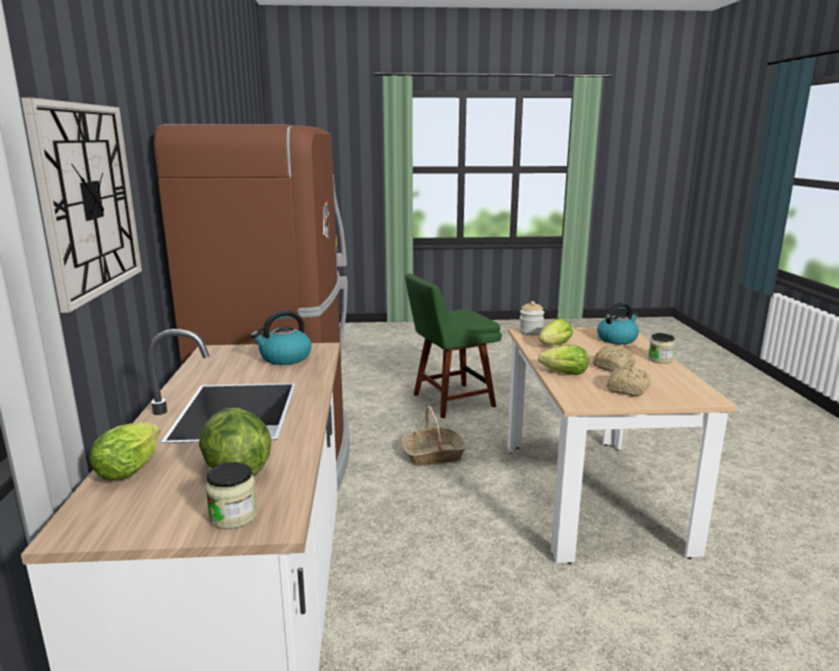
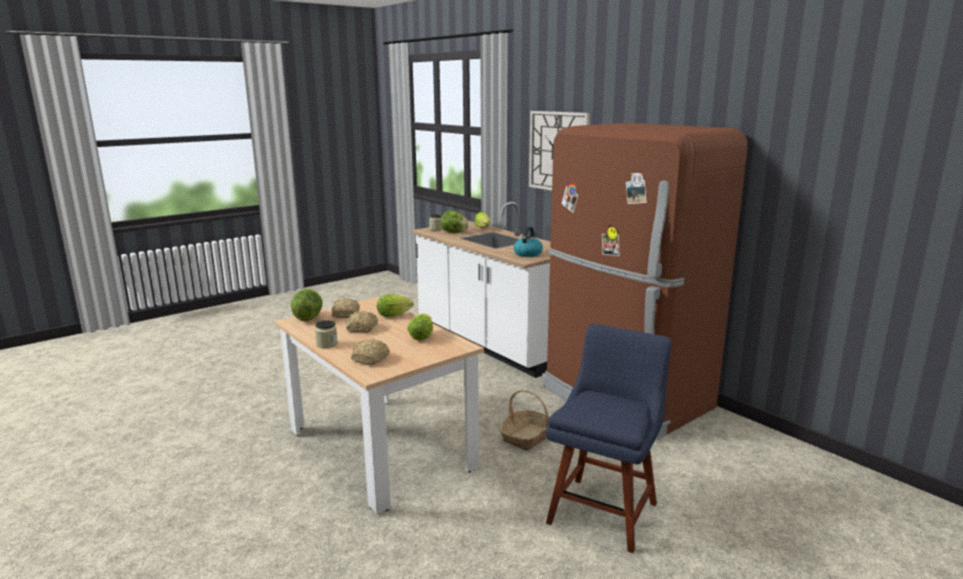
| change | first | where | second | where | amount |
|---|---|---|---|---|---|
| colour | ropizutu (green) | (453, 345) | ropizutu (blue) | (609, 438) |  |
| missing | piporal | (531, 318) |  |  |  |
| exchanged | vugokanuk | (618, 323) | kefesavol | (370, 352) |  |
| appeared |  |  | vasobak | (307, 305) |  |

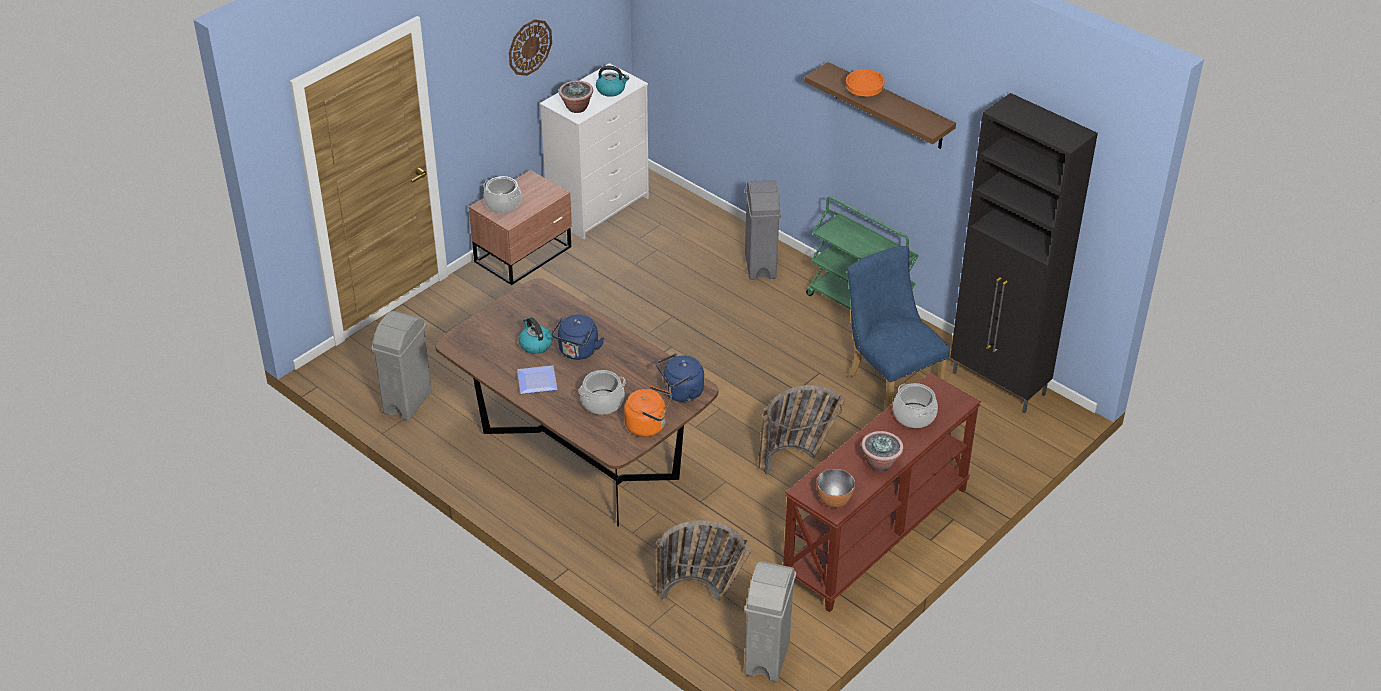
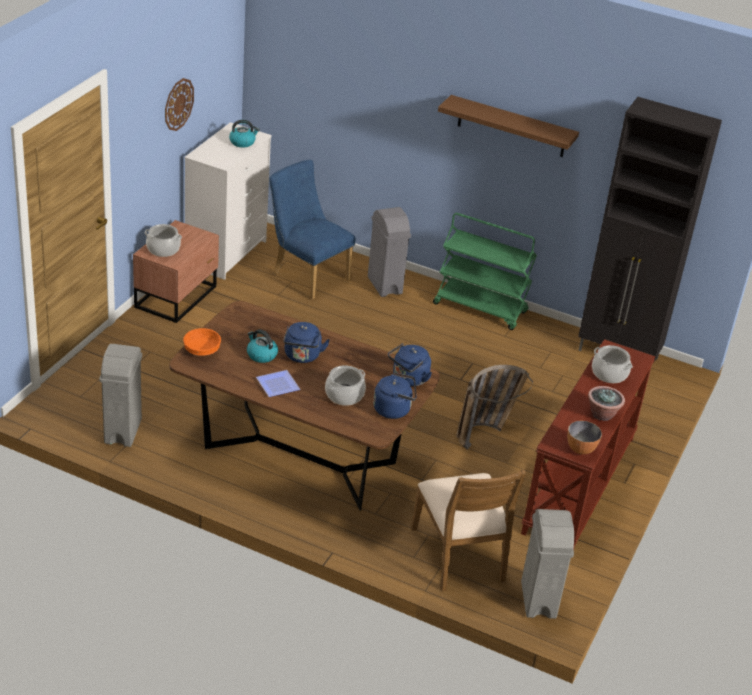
| change | first | where | second | where | amount |
|---|---|---|---|---|---|
| relocated | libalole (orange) | (865, 82) |  | (202, 342) |  |
| missing | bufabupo | (576, 97) |  |  |  |
| relocated | ropizutu (blue) | (898, 327) |  | (312, 229) |  |
| colour | vugokanuk (orange) | (648, 411) | vugokanuk (blue) | (395, 395) |  |
| exchanged | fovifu | (703, 560) | ropizutu (brown) | (468, 530) |  |

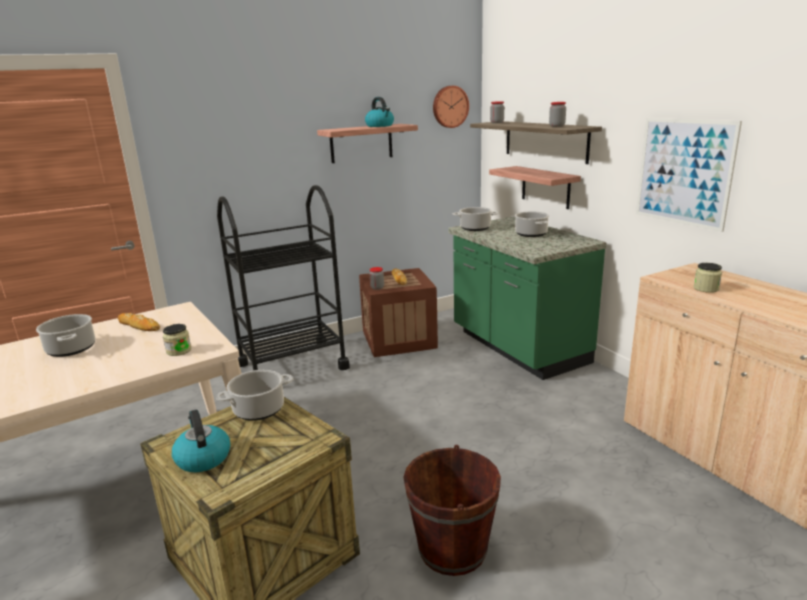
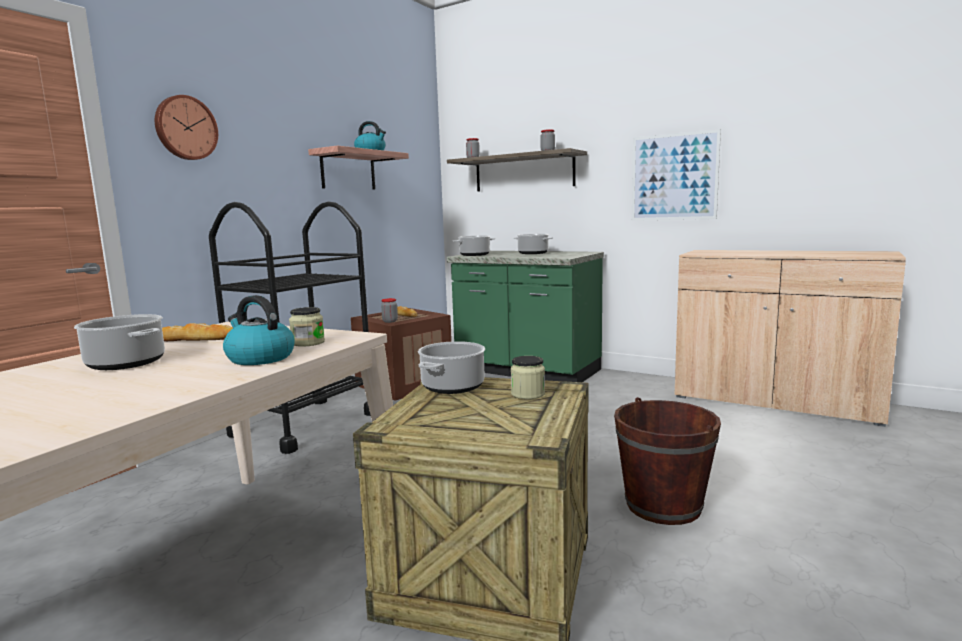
| change | first | where | second | where | amount |
|---|---|---|---|---|---|
| relocated | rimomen | (451, 107) |  | (186, 127) |  |
| missing | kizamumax | (535, 187) |  |  |  |
| relocated | piporal | (708, 278) |  | (528, 377) |  |
| relocated | vugokanuk | (201, 441) |  | (259, 330) |  |

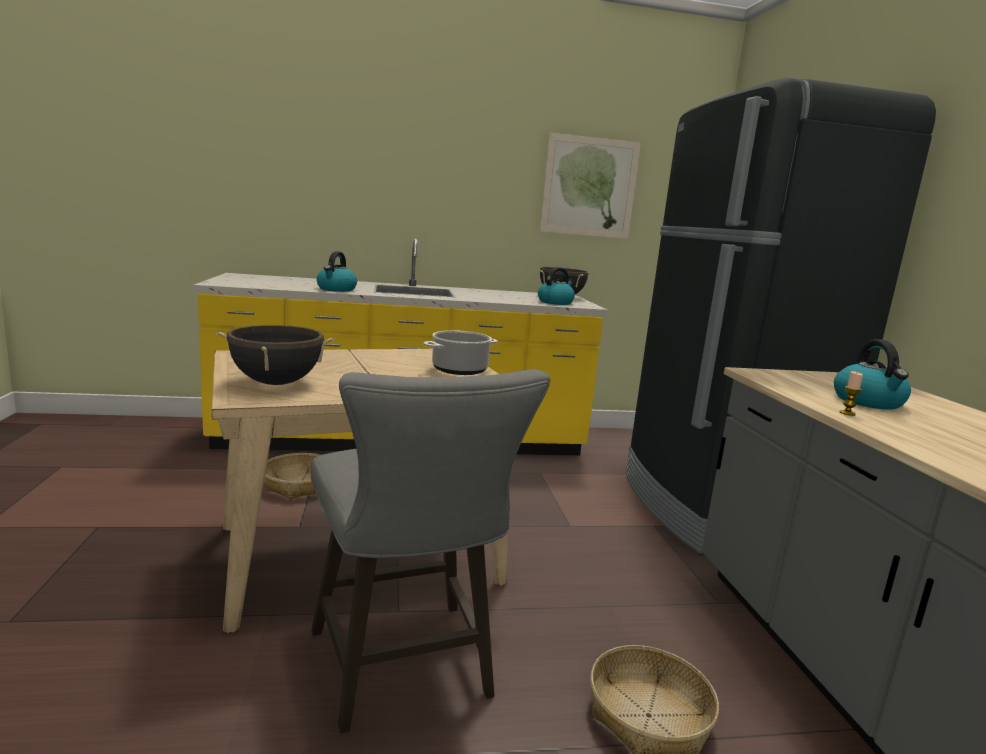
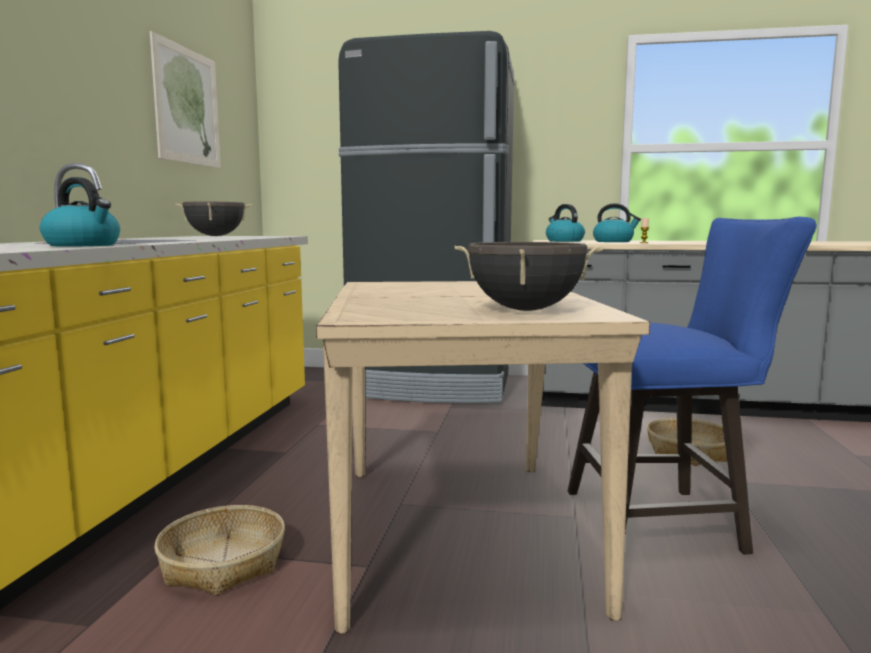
| change | first | where | second | where | amount |
|---|---|---|---|---|---|
| relocated | vugokanuk | (556, 286) |  | (565, 223) |  |
| missing | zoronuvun | (460, 352) |  |  |  |
| colour | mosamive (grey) | (430, 551) | mosamive (blue) | (692, 386) |  |

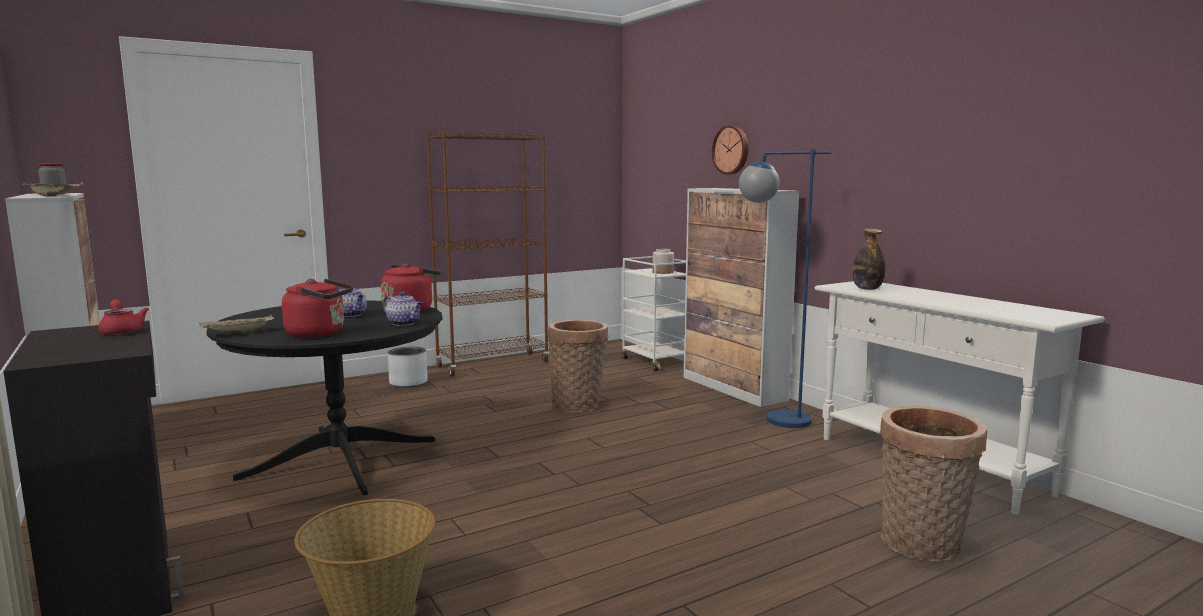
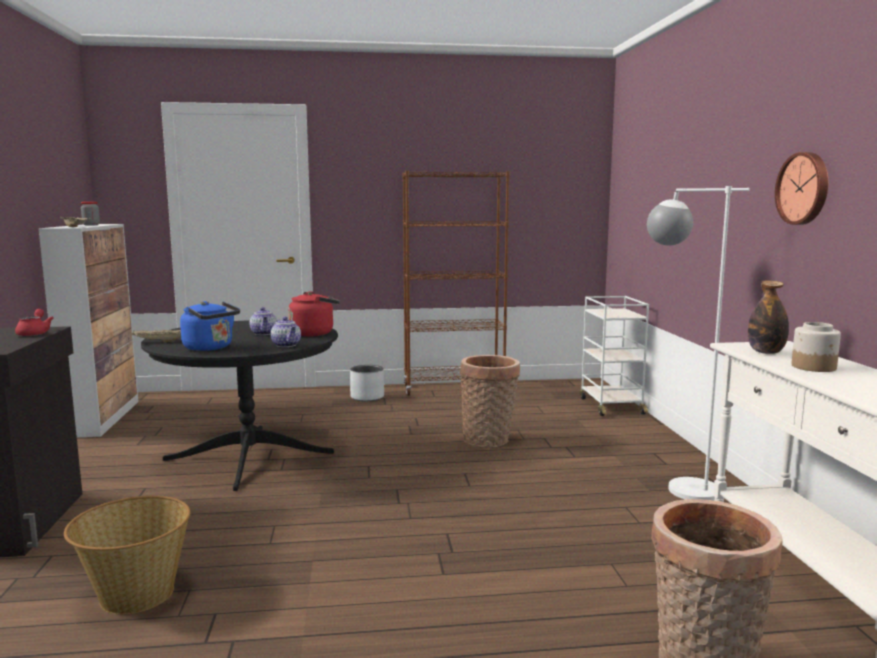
| change | first | where | second | where | amount |
|---|---|---|---|---|---|
| relocated | rimomen | (730, 150) |  | (801, 188) |  |
| colour | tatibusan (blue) | (785, 289) | tatibusan (white) | (698, 343) |  |
| missing | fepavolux | (741, 297) |  |  |  |
| relocated | piporal | (663, 261) |  | (816, 347) |  |
| colour | vugokanuk (red) | (317, 308) | vugokanuk (blue) | (210, 326) |  |

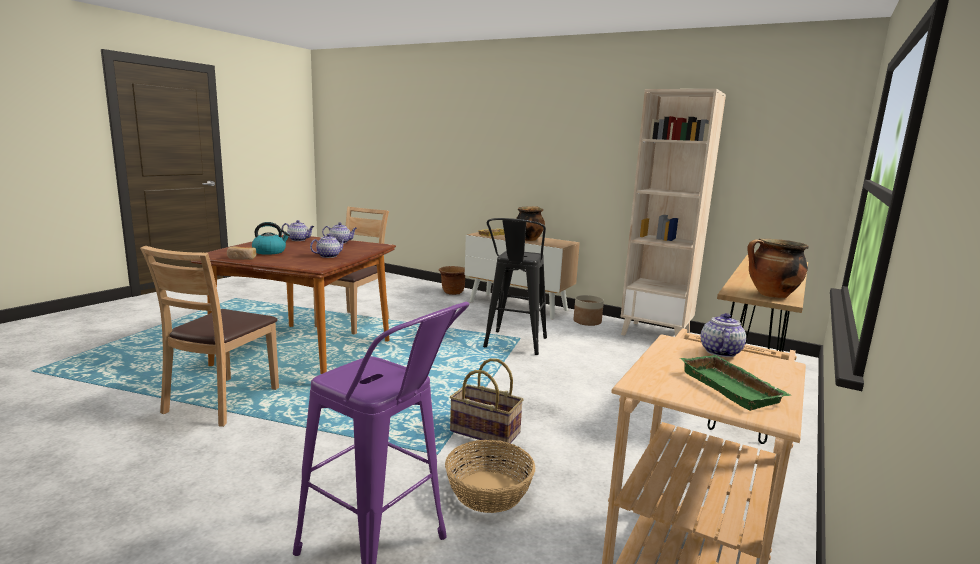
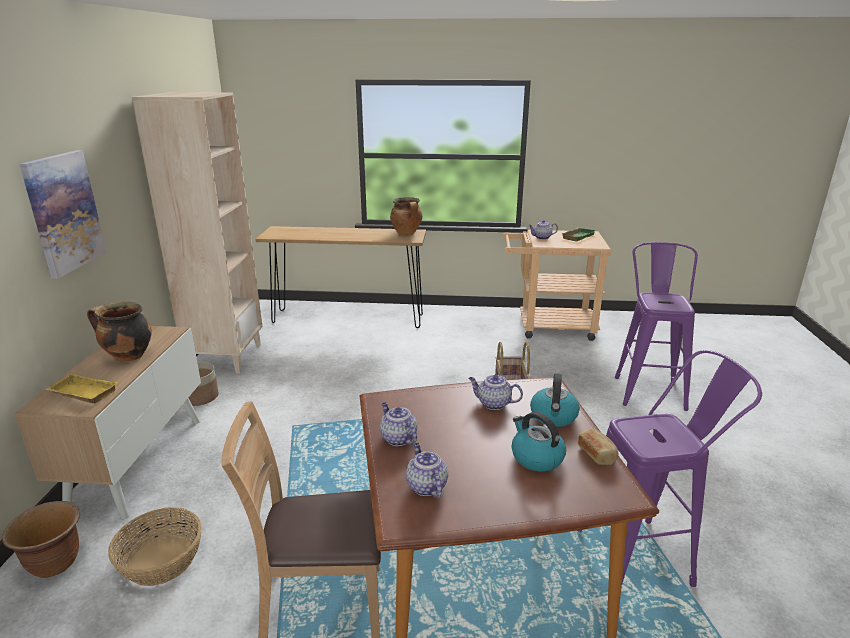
| change | first | where | second | where | amount |
|---|---|---|---|---|---|
| missing | mosamive (black) | (515, 286) |  |  |  |
| exchanged | ropizutu (brown) | (209, 336) | mosamive (purple) | (669, 468) |  |
| relocated | fovifu | (490, 476) |  | (155, 546) |  |
| appeared |  |  | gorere | (63, 214) |  |
| appeared |  |  | vugokanuk | (555, 400) |  |

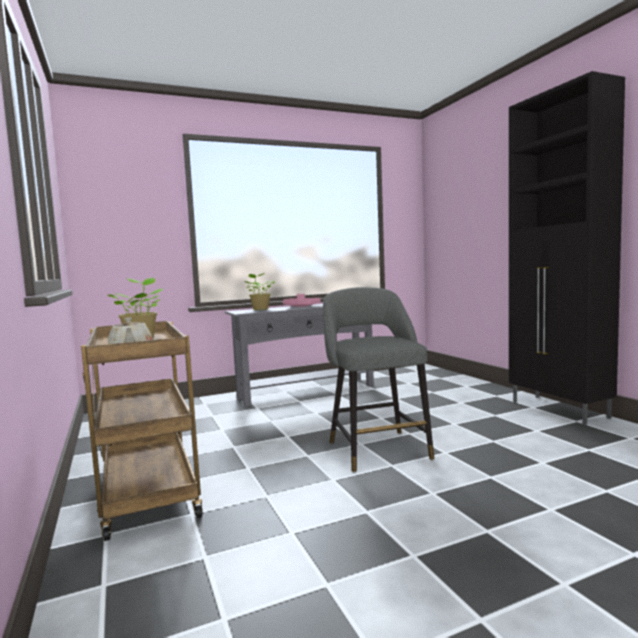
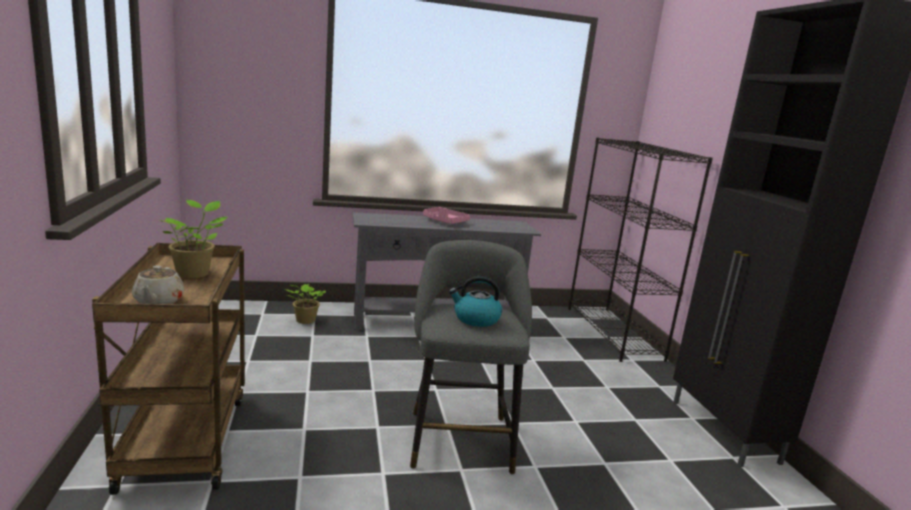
| change | first | where | second | where | amount |
|---|---|---|---|---|---|
| relocated | bufabupo | (259, 291) |  | (305, 304) |  |
| appeared |  |  | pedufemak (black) | (640, 250) |  |
| appeared |  |  | vugokanuk | (475, 301) |  |

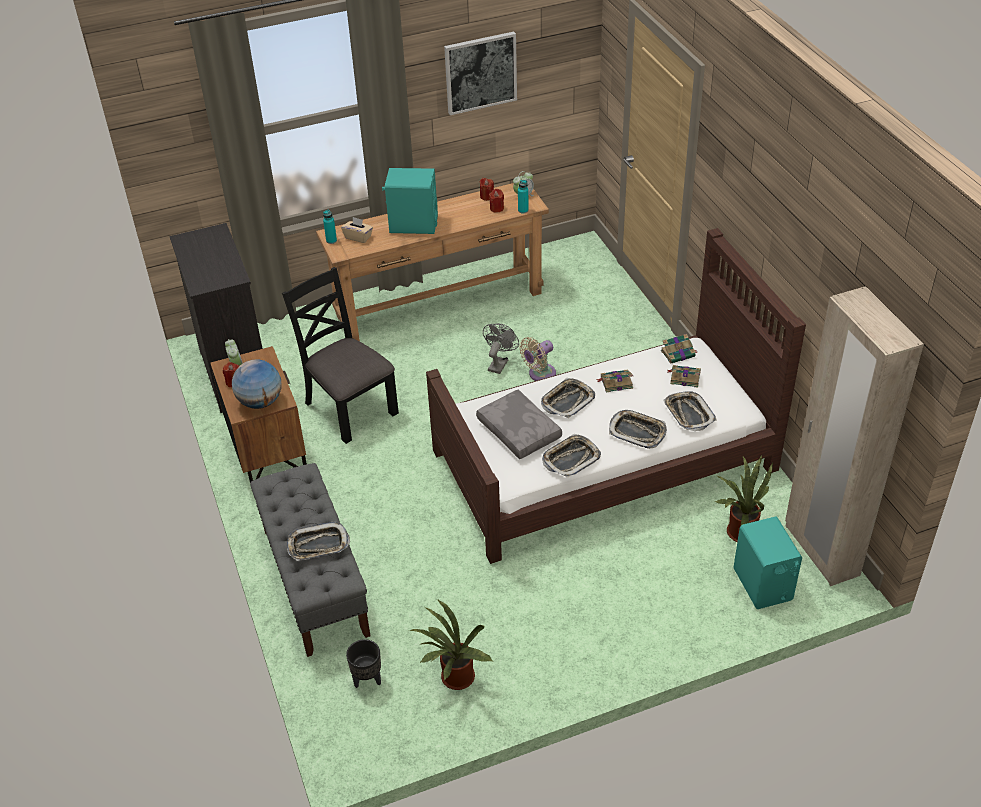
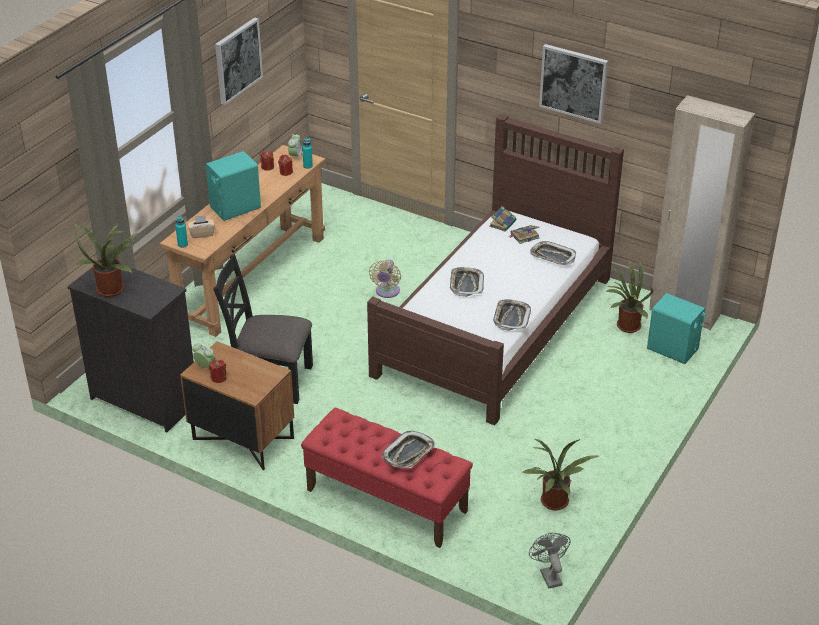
| change | first | where | second | where | amount |
|---|---|---|---|---|---|
| relocated | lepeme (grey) | (501, 348) |  | (550, 560) |  |
| missing | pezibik | (256, 384) |  |  |  |
| missing | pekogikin | (615, 380) |  |  |  |
| missing | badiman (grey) | (519, 424) |  |  |  |
| missing | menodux | (638, 429) |  |  |  |
| colour | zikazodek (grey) | (310, 560) | zikazodek (red) | (387, 478) |  |
| missing | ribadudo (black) | (363, 663) |  |  |  |
| appeared |  |  | gorere | (573, 84) |  |
| appeared |  |  | bufabupo | (104, 260) |  |

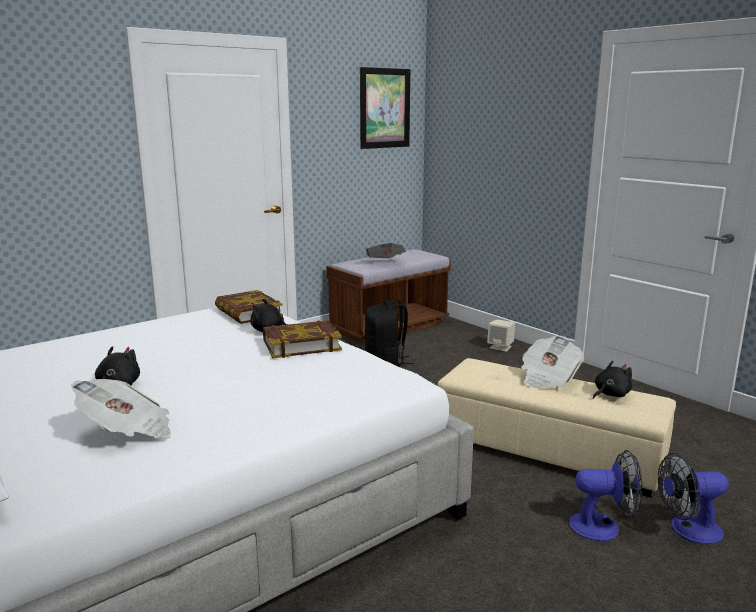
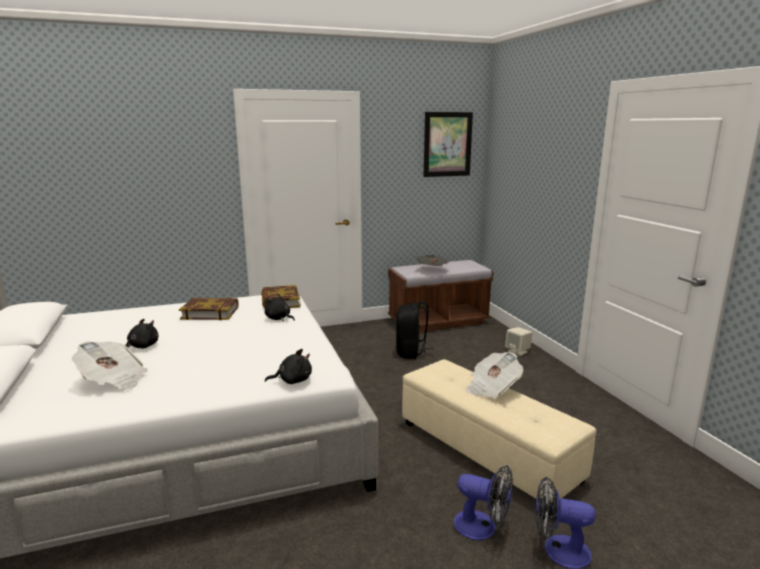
| change | first | where | second | where | amount |
|---|---|---|---|---|---|
| relocated | pekogikin | (302, 339) |  | (209, 308) |  |
| relocated | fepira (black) | (612, 380) |  | (288, 366) |  |

